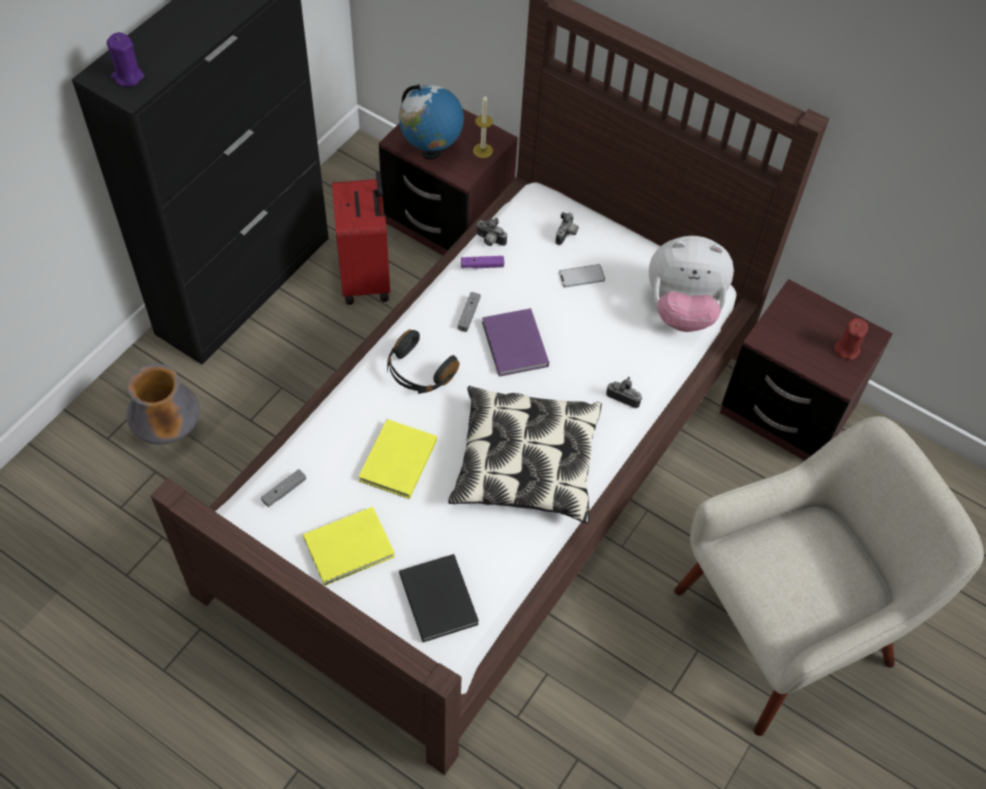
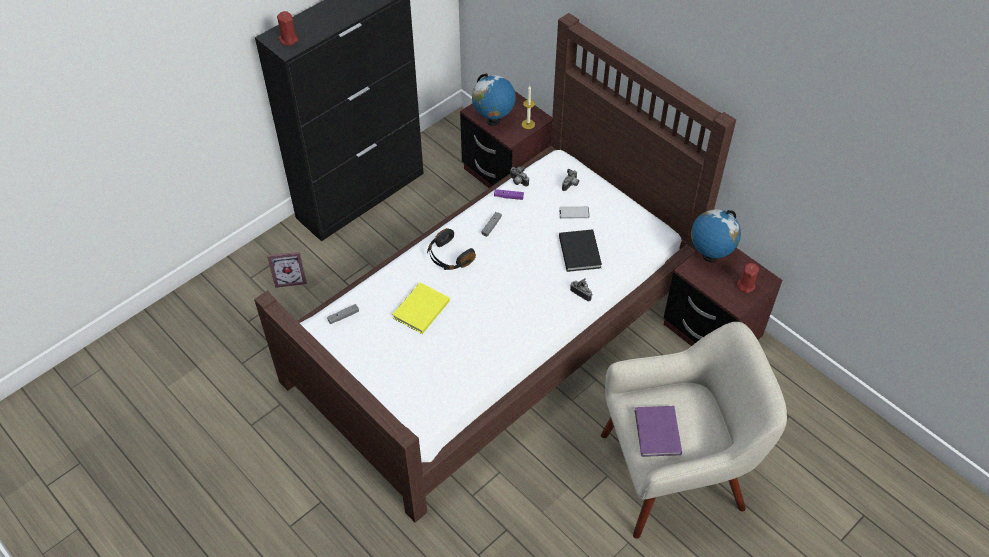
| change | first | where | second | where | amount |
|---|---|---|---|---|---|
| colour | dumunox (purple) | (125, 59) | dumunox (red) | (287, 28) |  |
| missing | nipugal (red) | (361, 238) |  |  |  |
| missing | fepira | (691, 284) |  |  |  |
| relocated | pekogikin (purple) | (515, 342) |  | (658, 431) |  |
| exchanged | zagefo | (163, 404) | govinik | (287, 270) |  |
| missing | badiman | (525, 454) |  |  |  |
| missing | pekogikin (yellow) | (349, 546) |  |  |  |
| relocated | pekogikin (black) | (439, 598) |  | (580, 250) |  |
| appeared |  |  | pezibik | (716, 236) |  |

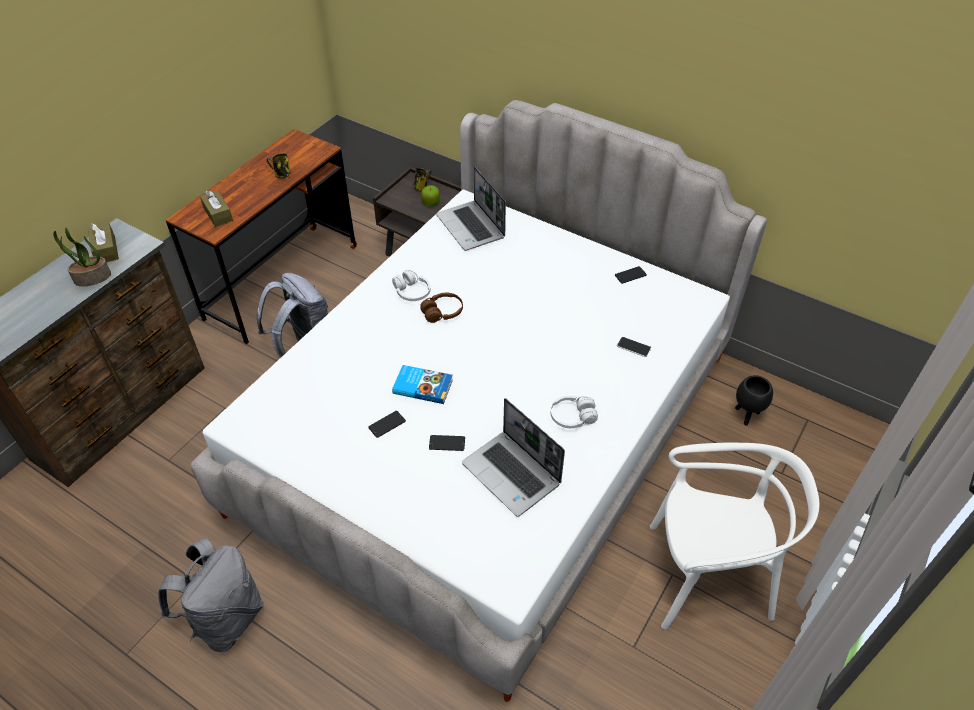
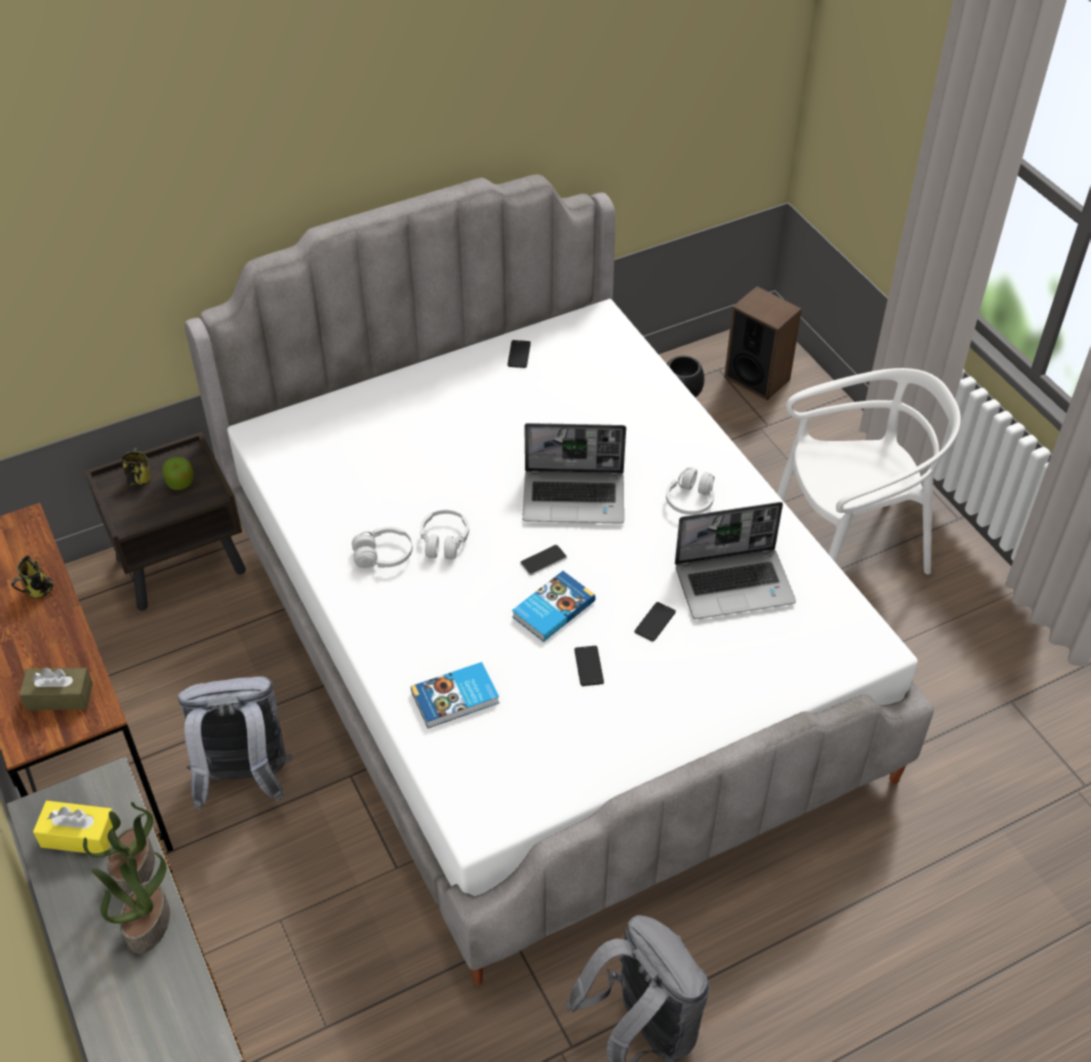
| change | first | where | second | where | amount |
|---|---|---|---|---|---|
| relocated | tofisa | (471, 208) |  | (574, 473) |  |
| colour | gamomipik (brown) | (103, 242) | gamomipik (yellow) | (73, 827) |  |
| colour | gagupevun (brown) | (441, 308) | gagupevun (white) | (444, 534) |  |
| relocated | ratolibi | (634, 347) |  | (543, 560) |  |
| spun | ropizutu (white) | (735, 536) |  | (869, 471) | 45 degrees clockwise |
| appeared |  |  | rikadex | (763, 343) |  |
| appeared |  |  | pekogikin | (455, 695) |  |
| appeared |  |  | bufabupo | (131, 903) |  |

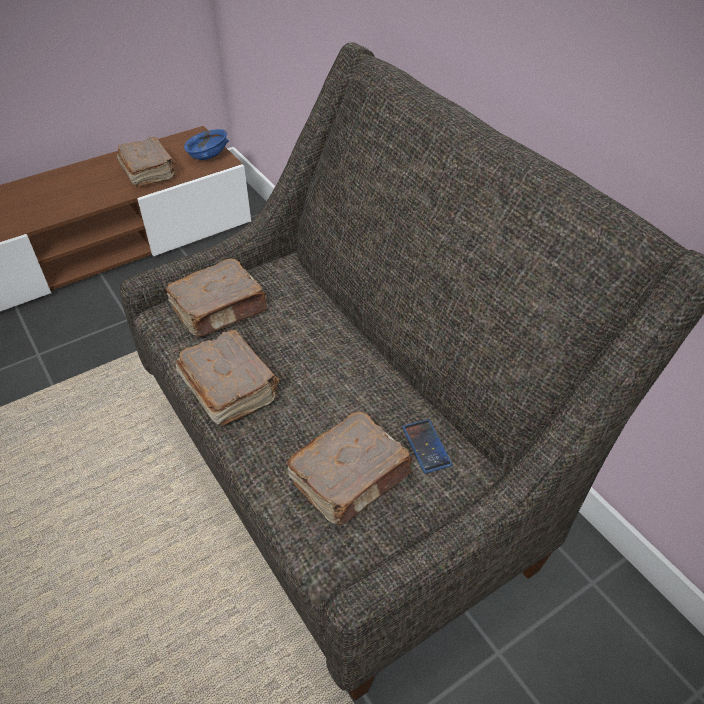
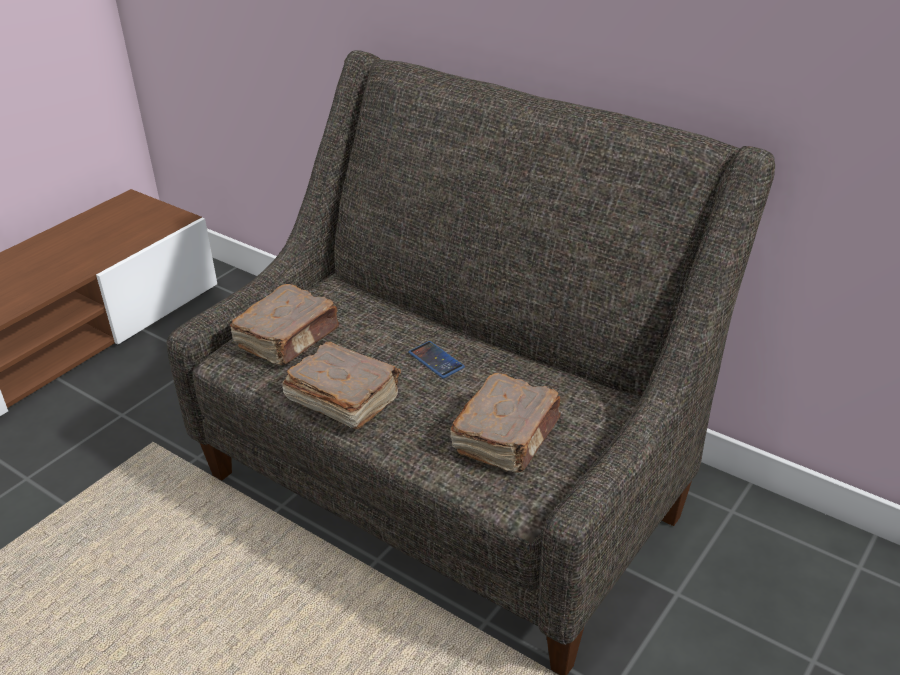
| change | first | where | second | where | amount |
|---|---|---|---|---|---|
| missing | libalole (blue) | (206, 144) |  |  |  |
| missing | pekogikin (brown) | (146, 162) |  |  |  |
| relocated | ratolibi | (427, 446) |  | (436, 360) |  |

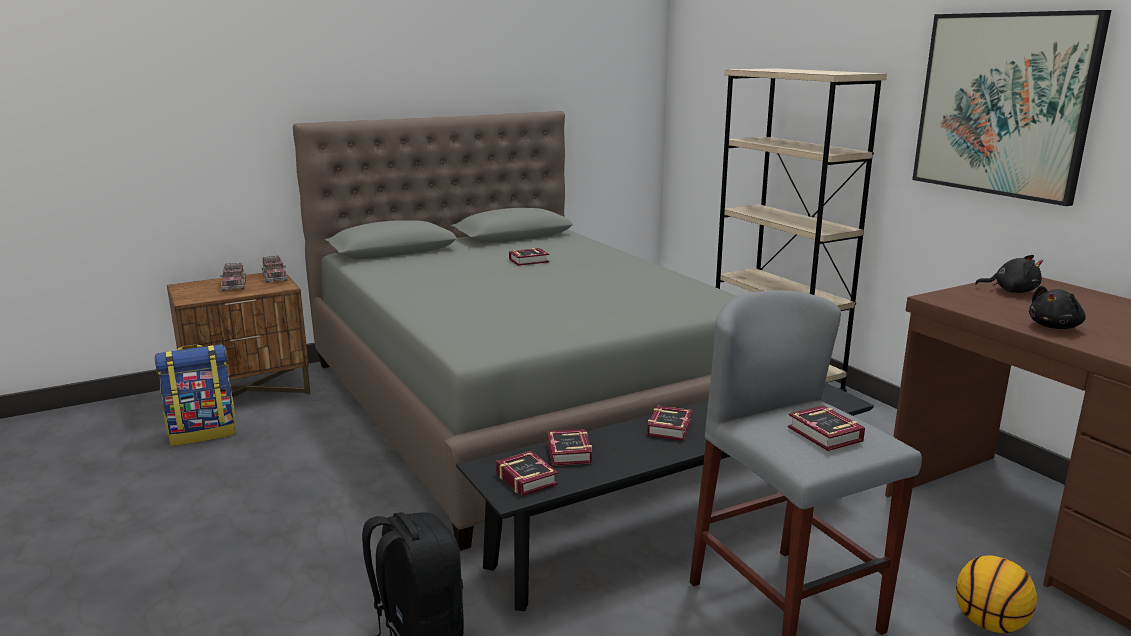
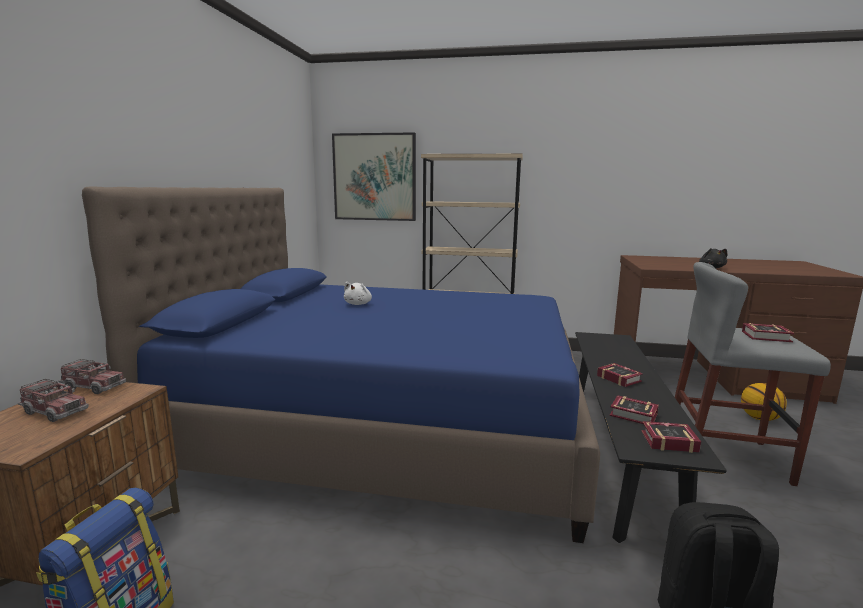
| change | first | where | second | where | amount |
|---|---|---|---|---|---|
| relocated | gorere | (1011, 108) |  | (374, 176) |  |
| colour | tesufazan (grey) | (515, 331) | tesufazan (blue) | (341, 364) |  |
| exchanged | pekogikin | (529, 257) | fepira (white) | (358, 293) |  |
| missing | fepira (black) | (1009, 274) |  |  |  |

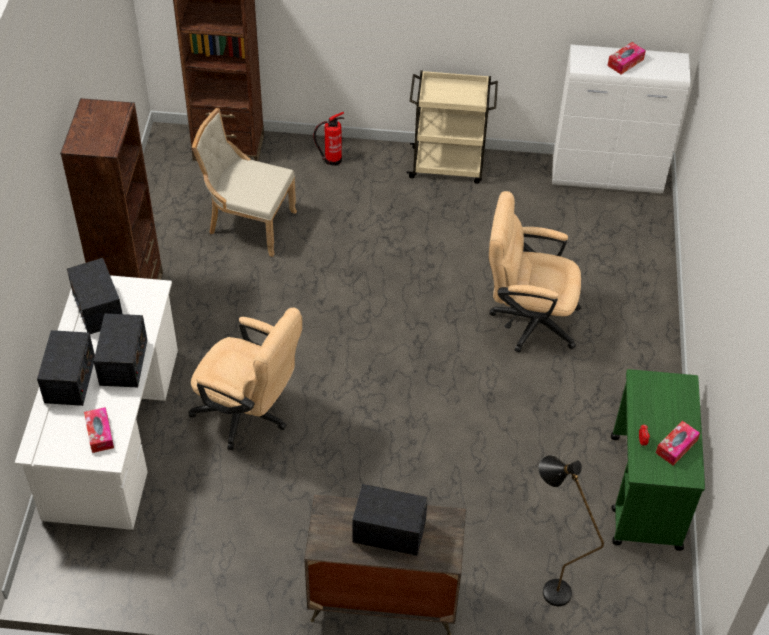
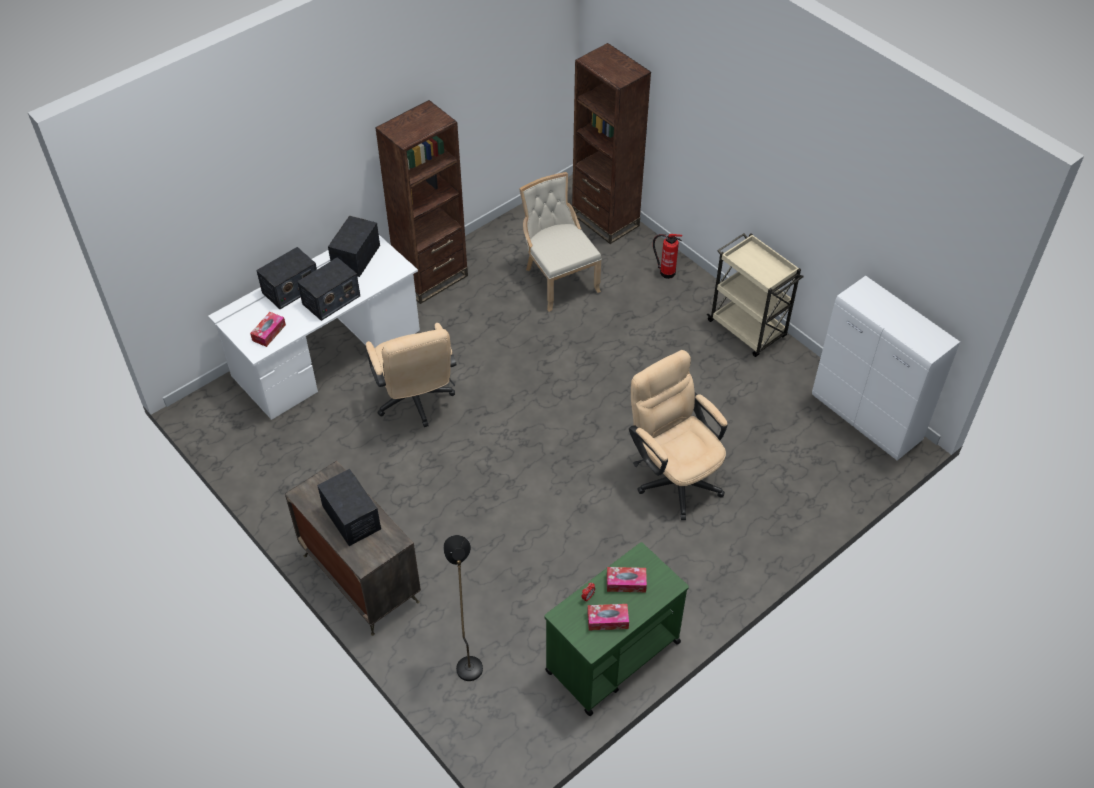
| change | first | where | second | where | amount |
|---|---|---|---|---|---|
| relocated | gamomipik | (626, 58) |  | (627, 579) |  |

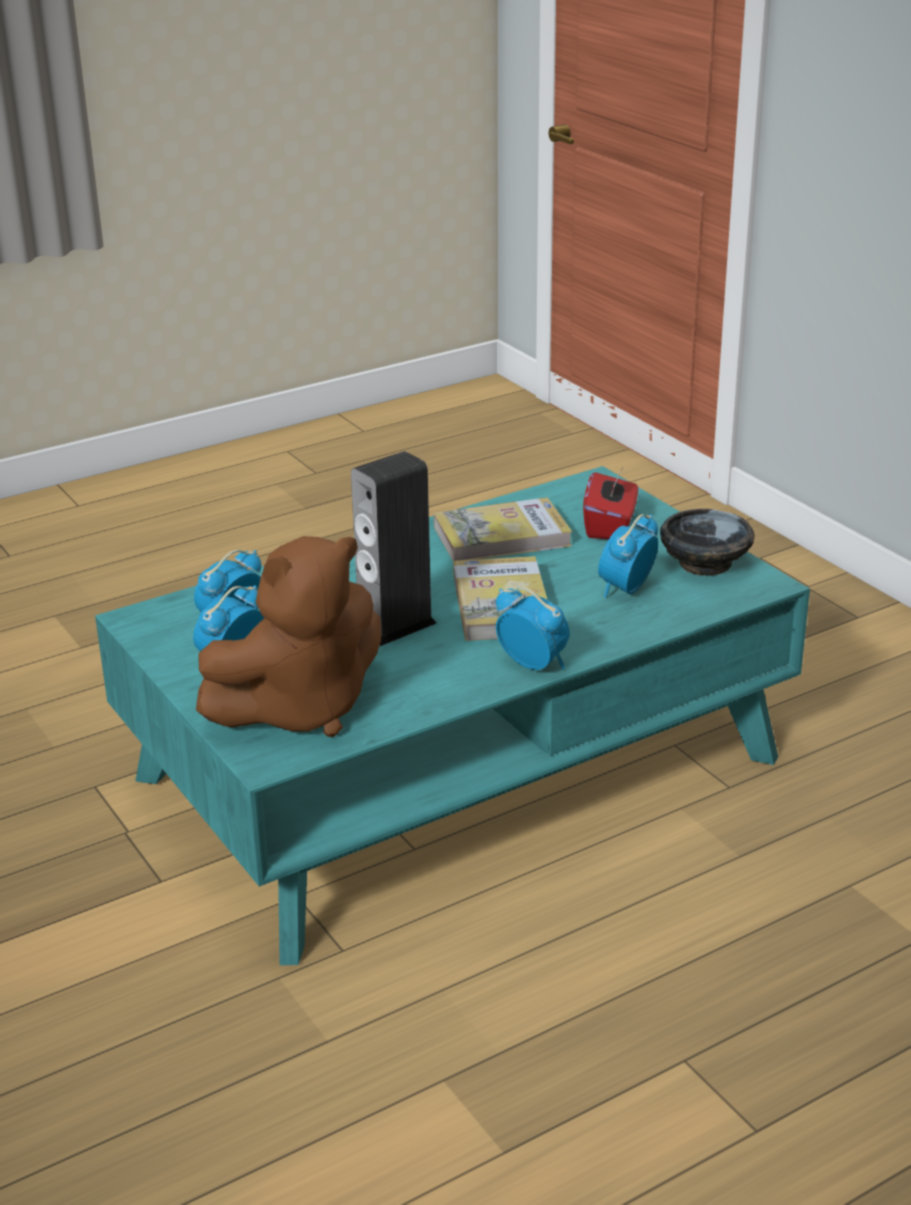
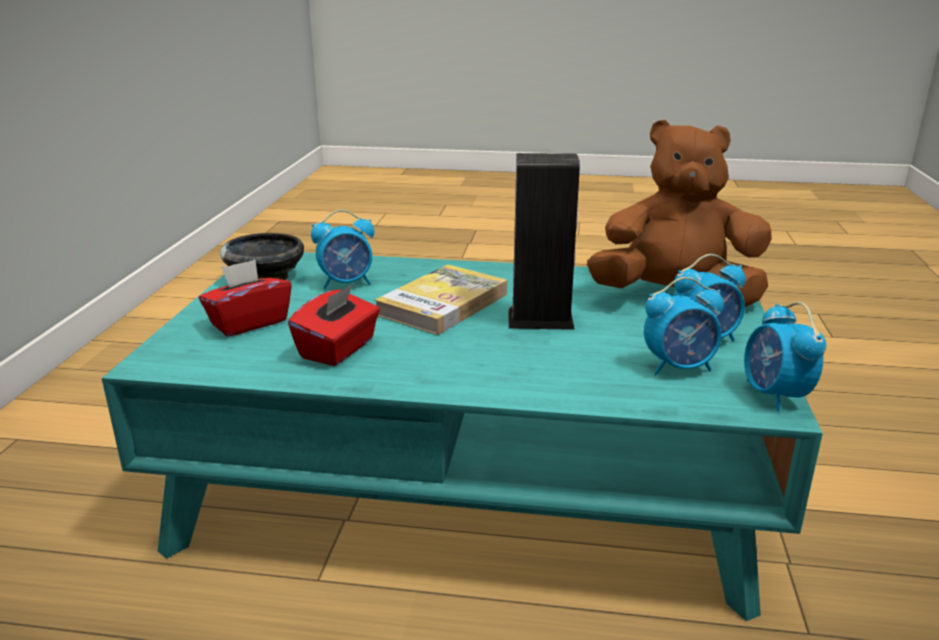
| change | first | where | second | where | amount |
|---|---|---|---|---|---|
| exchanged | pekogikin | (503, 529) | gamomipik (red) | (334, 325) |  |
| relocated | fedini | (533, 628) |  | (785, 356) |  |

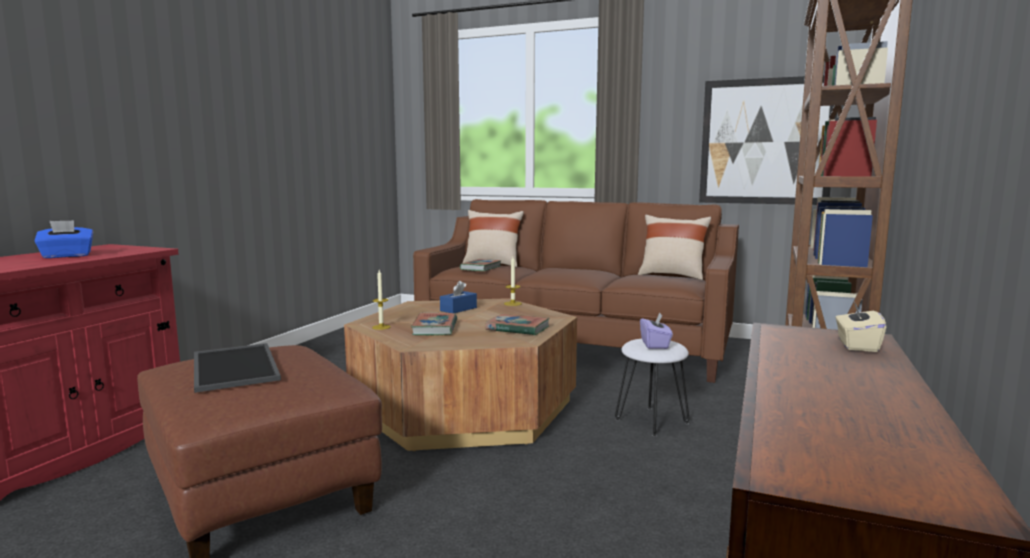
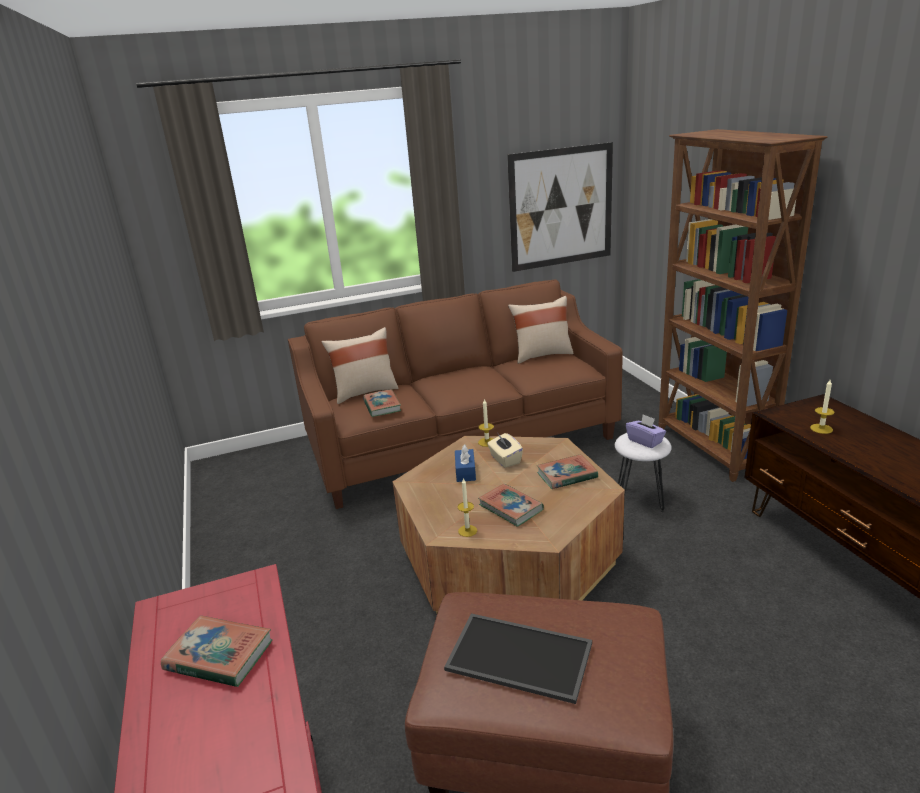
| change | first | where | second | where | amount |
|---|---|---|---|---|---|
| exchanged | gamomipik (blue) | (63, 239) | pekogikin | (216, 651) |  |
| relocated | gamomipik (beige) | (861, 327) |  | (505, 450) |  |
| appeared |  |  | dumunox | (822, 407) |  |

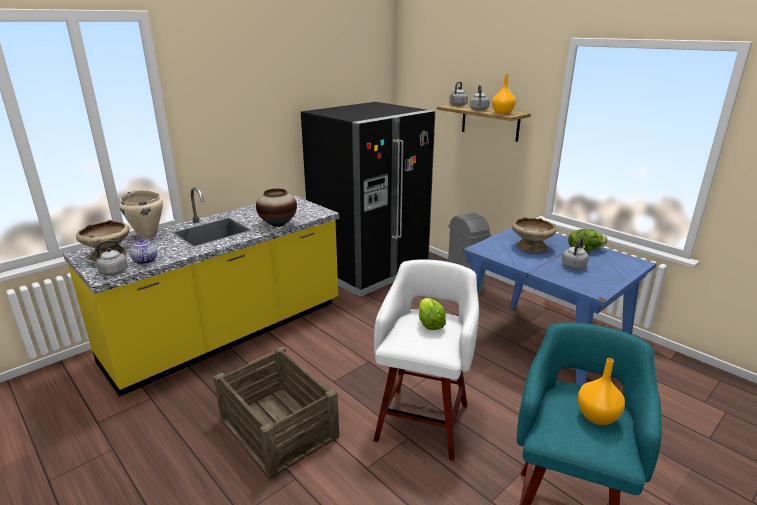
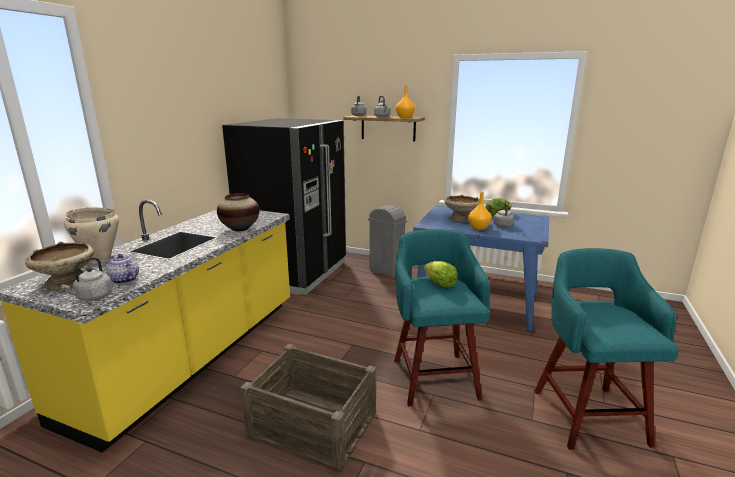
| change | first | where | second | where | amount |
|---|---|---|---|---|---|
| colour | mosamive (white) | (426, 360) | mosamive (turquoise) | (442, 318) |  |
| relocated | zagefo (orange) | (601, 391) |  | (480, 211) |  |

